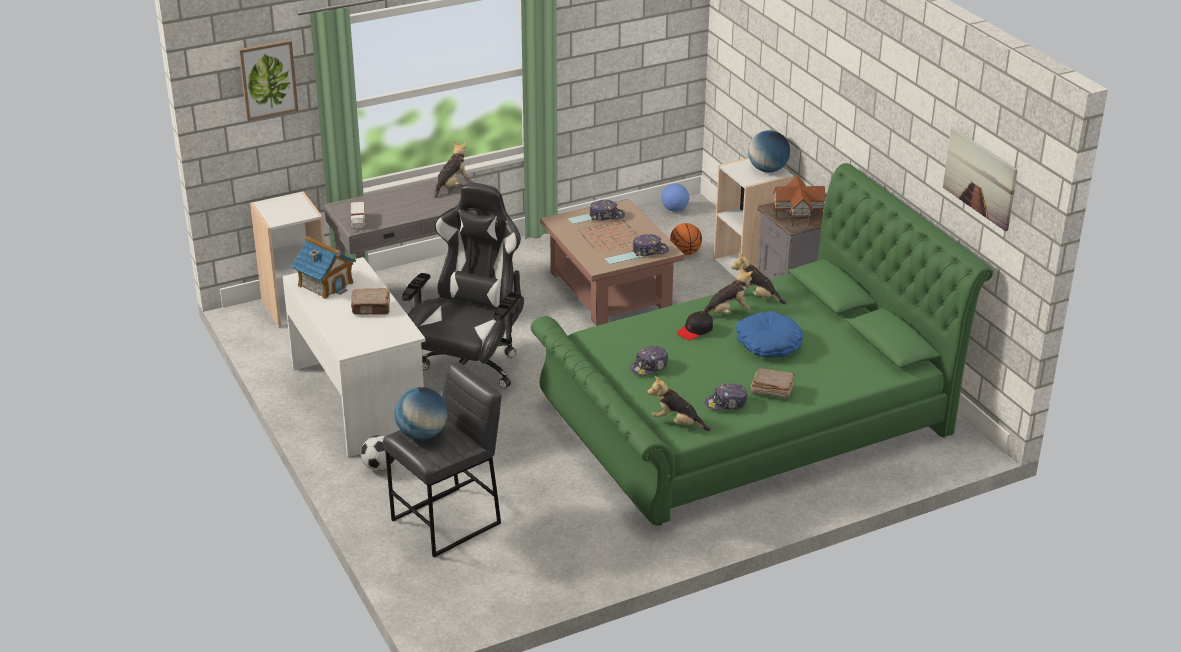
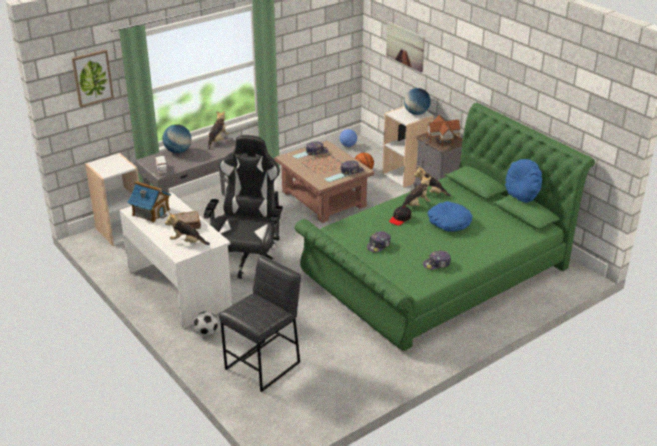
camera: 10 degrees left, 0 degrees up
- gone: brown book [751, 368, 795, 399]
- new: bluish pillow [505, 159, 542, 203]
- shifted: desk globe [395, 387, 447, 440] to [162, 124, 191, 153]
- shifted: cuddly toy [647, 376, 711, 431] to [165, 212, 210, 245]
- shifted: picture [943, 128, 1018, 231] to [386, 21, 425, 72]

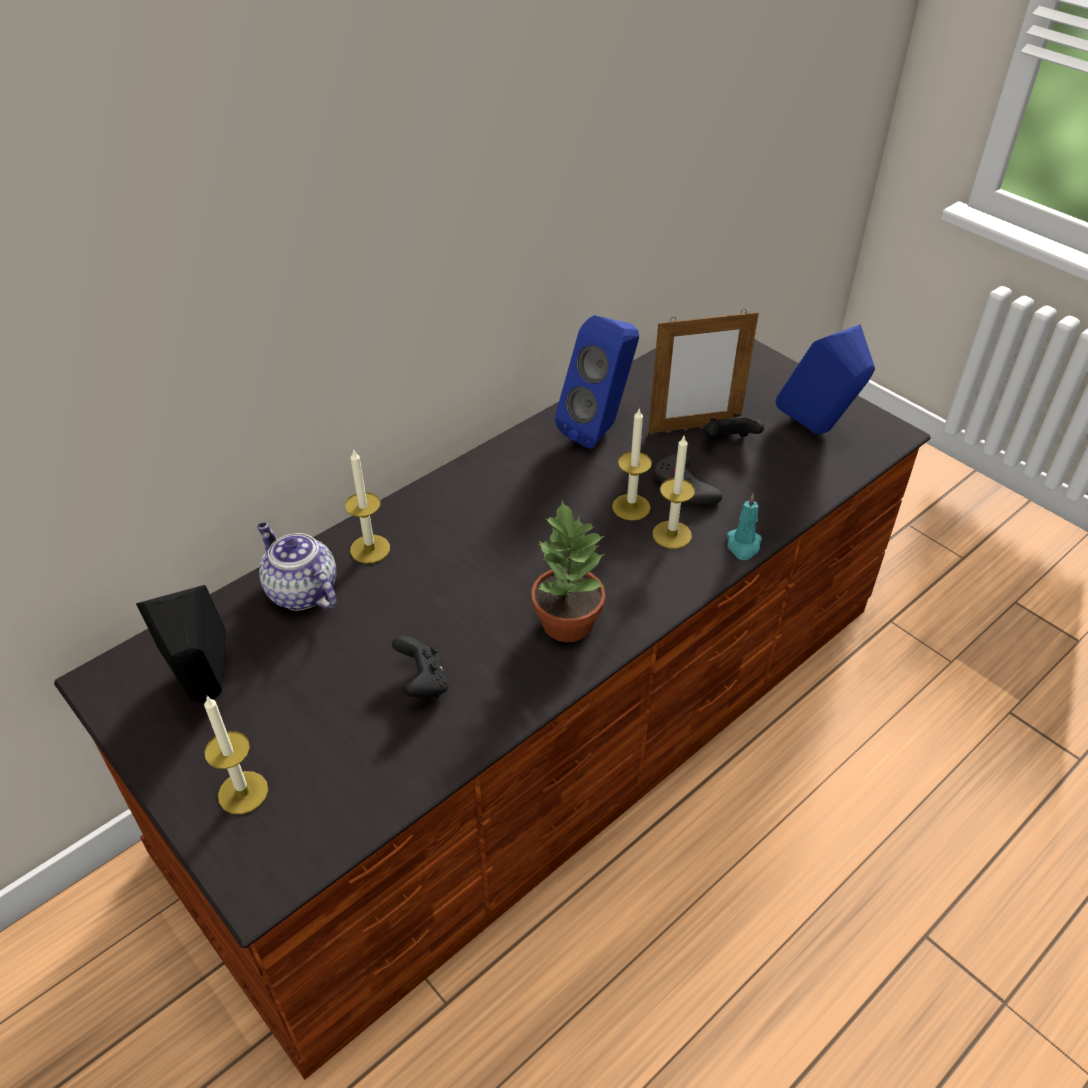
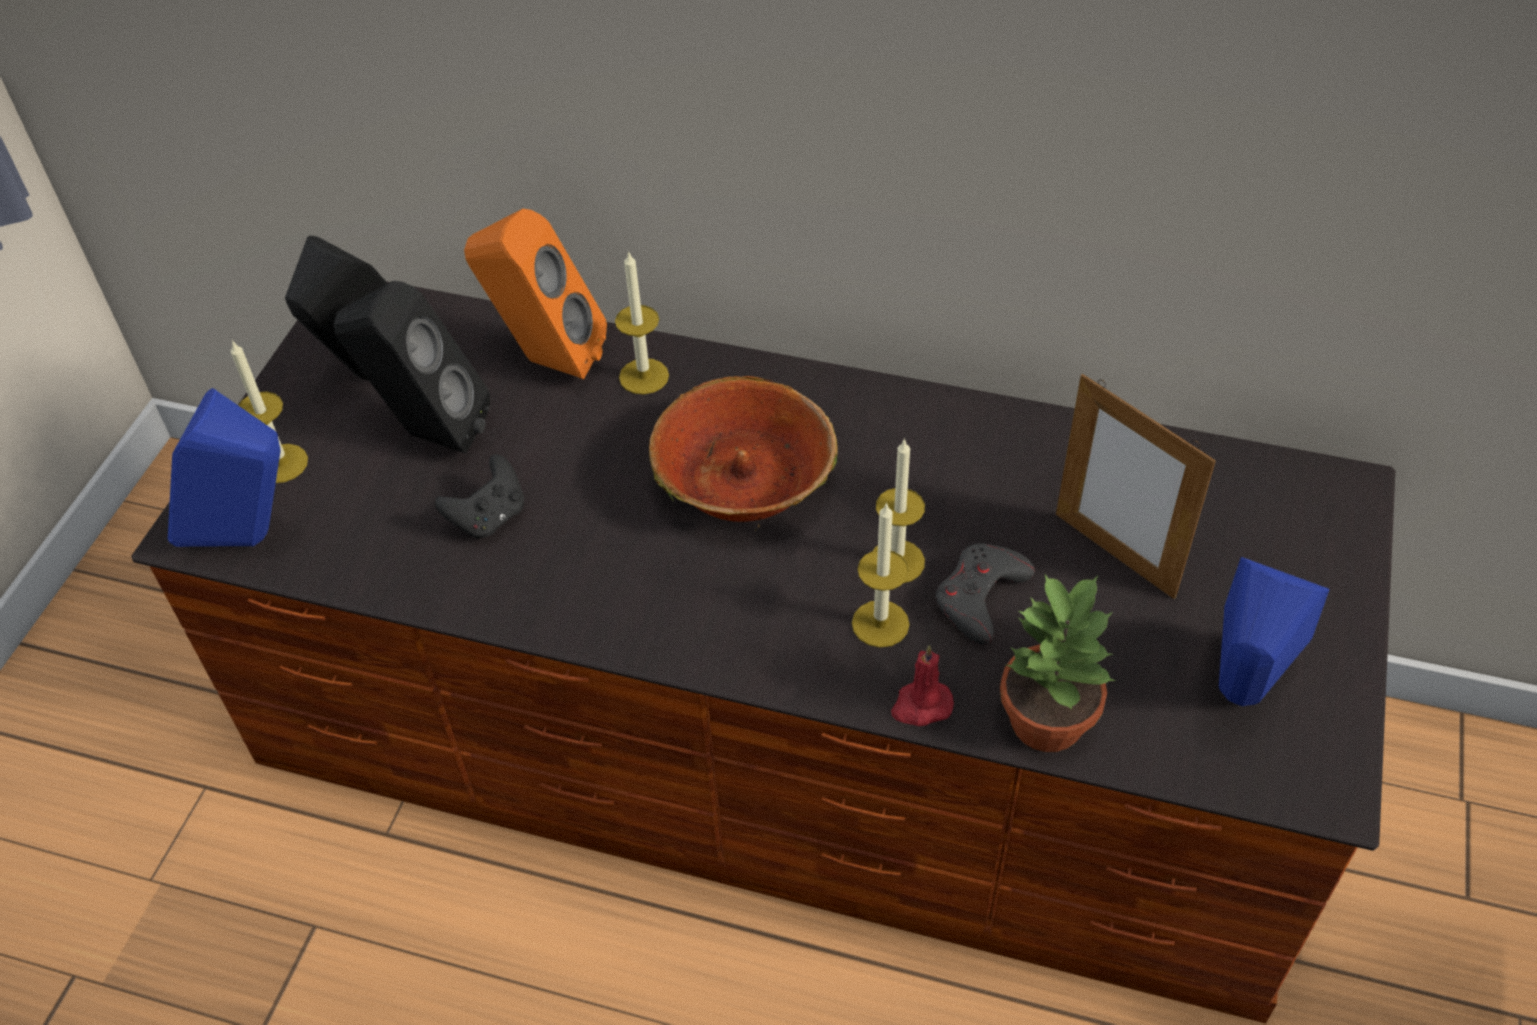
camera: 60 degrees right, 5 degrees up
- gone: black game controller [704, 414, 764, 440]
- new: black audio speaker [333, 281, 490, 454]
- new: serving bowl [649, 376, 838, 532]
- shifted: potted plant [531, 500, 605, 642] to [1000, 574, 1116, 752]
- shifted: bluish audio speaker [555, 315, 639, 449] to [168, 388, 281, 547]
- swapped: pot for tea [257, 522, 336, 611] to orangey audio speaker [464, 209, 607, 379]
- repainted: blue-green wax candle [727, 494, 762, 560] to red wax candle [891, 645, 954, 726]

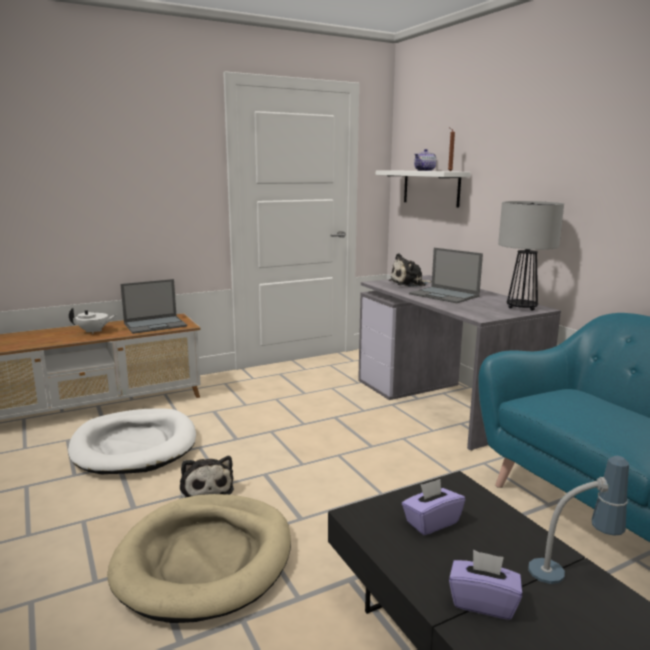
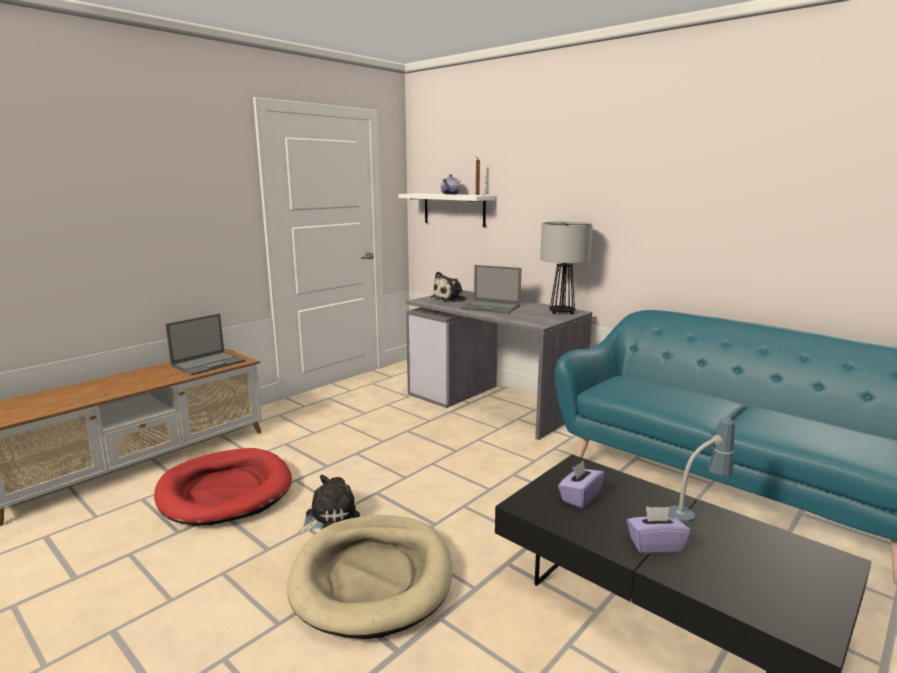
camera: 20 degrees left, 0 degrees up
- gone: white pot for tea [69, 308, 116, 334]
- repainted: white pet bed [68, 408, 196, 474] to red pet bed [154, 448, 292, 526]
- rotated: cuddly toy [180, 456, 234, 498] = [298, 475, 360, 534] 90 degrees counterclockwise

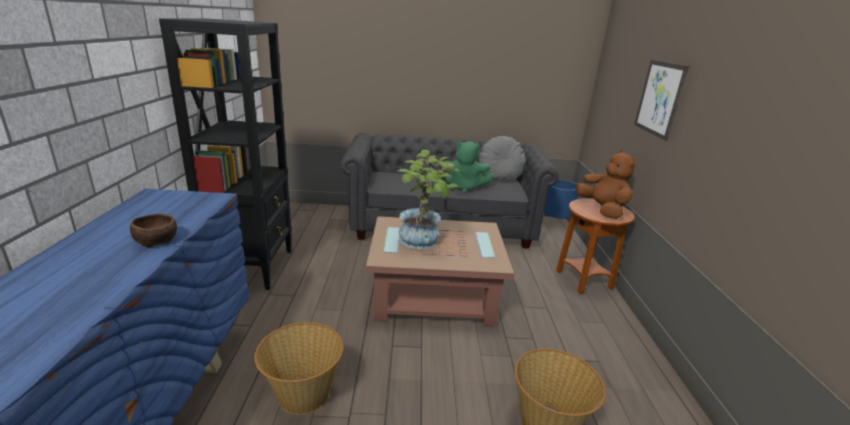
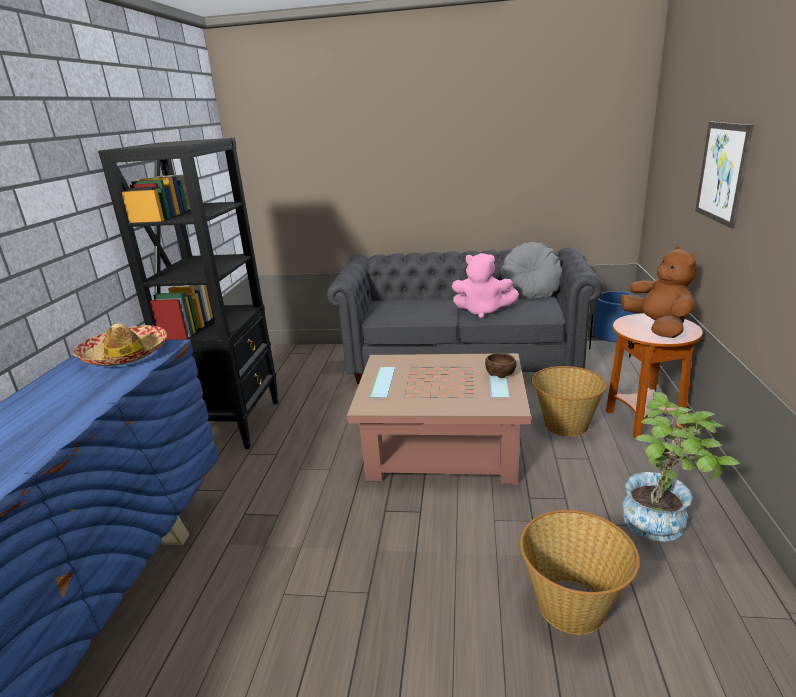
camera: 10 degrees right, 0 degrees up
- new: wearable hat [73, 324, 167, 366]
- shifted: brown serving bowl [130, 213, 177, 247] to [485, 353, 516, 378]
- shifted: household basket [254, 322, 343, 415] to [531, 366, 607, 437]
- shifted: potted plant [398, 149, 463, 250] to [622, 392, 740, 542]
- repainted: greenish cuddly toy [443, 141, 494, 193] to pinkish cuddly toy [452, 253, 519, 318]

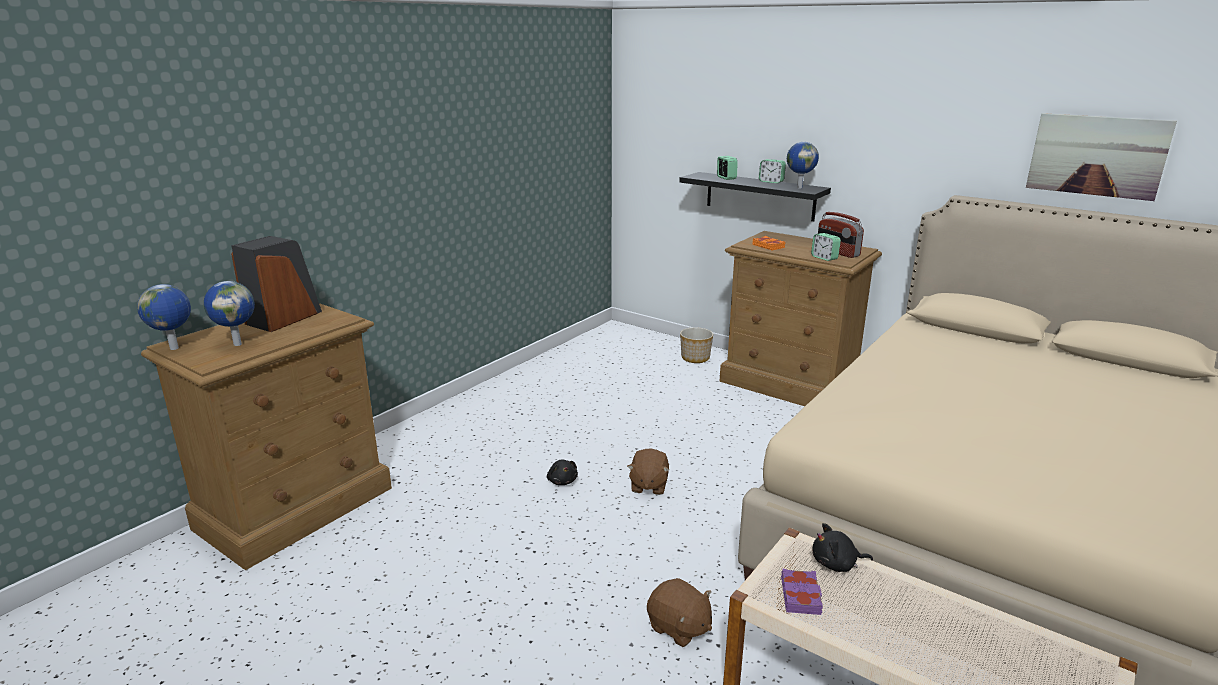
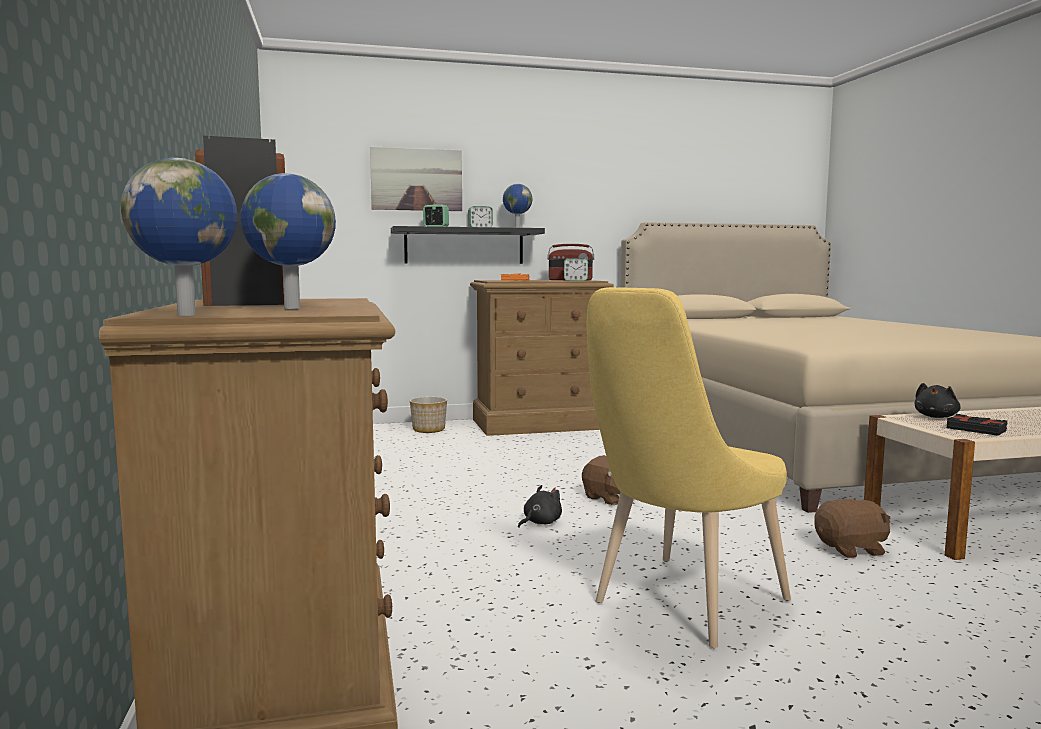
camera: 50 degrees left, 15 degrees down
- new: yellow upright chair [587, 287, 791, 648]
- shifted: picture [1026, 113, 1177, 201] to [370, 147, 462, 211]
- repainted: purple-coloured book [781, 569, 823, 615] to black book [947, 414, 1008, 436]
- rotated: black cuddly toy [547, 460, 578, 485] = [518, 485, 562, 528] 60 degrees counterclockwise

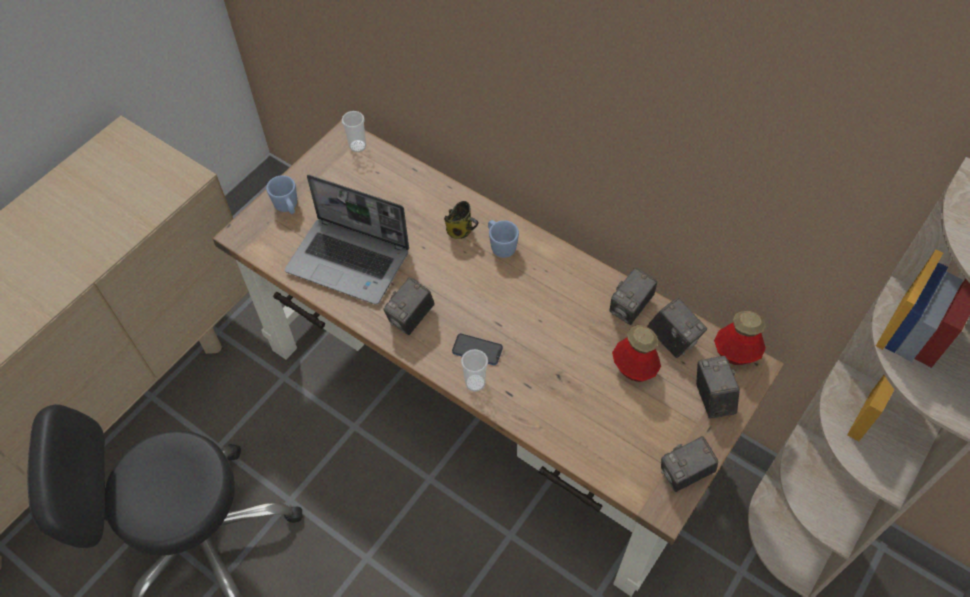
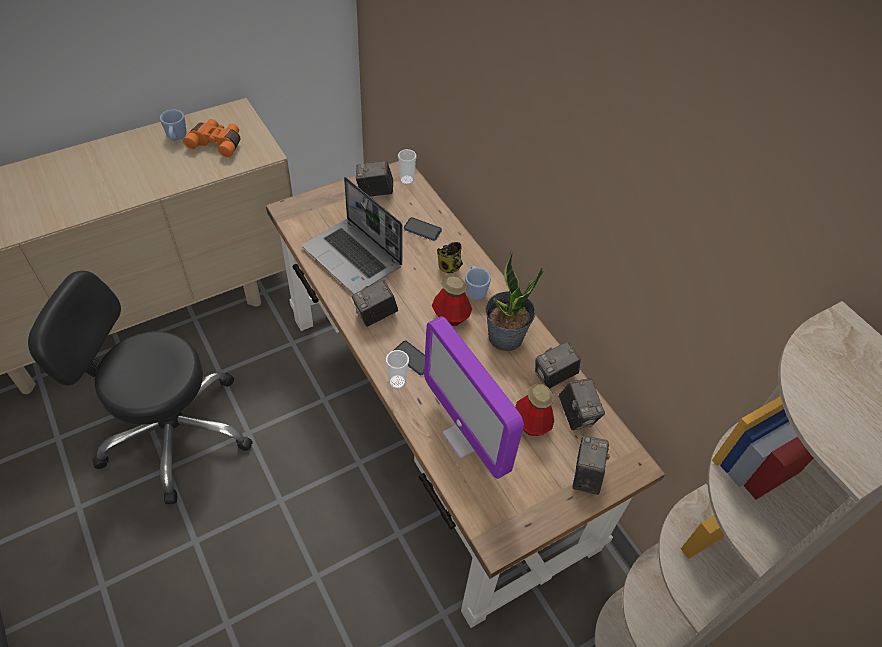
camera: 20 degrees right, 5 degrees down
- new: orangey pair of binoculars [183, 119, 240, 158]
- new: phone [404, 217, 442, 241]
- new: computer display [424, 317, 524, 479]
- new: potted plant [485, 250, 544, 351]
- shifted: bluish mug [266, 175, 297, 214] to [160, 109, 186, 141]
- shifted: photo camera [661, 436, 718, 492] to [356, 161, 393, 197]
- shifted: bottle [714, 311, 766, 365] to [432, 276, 472, 326]

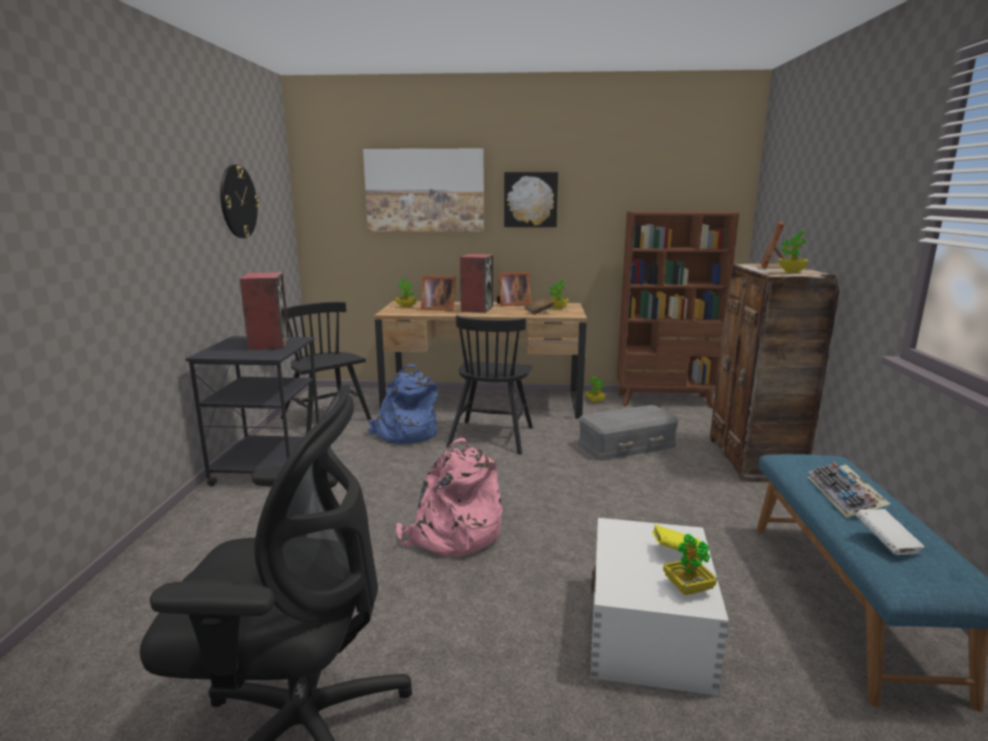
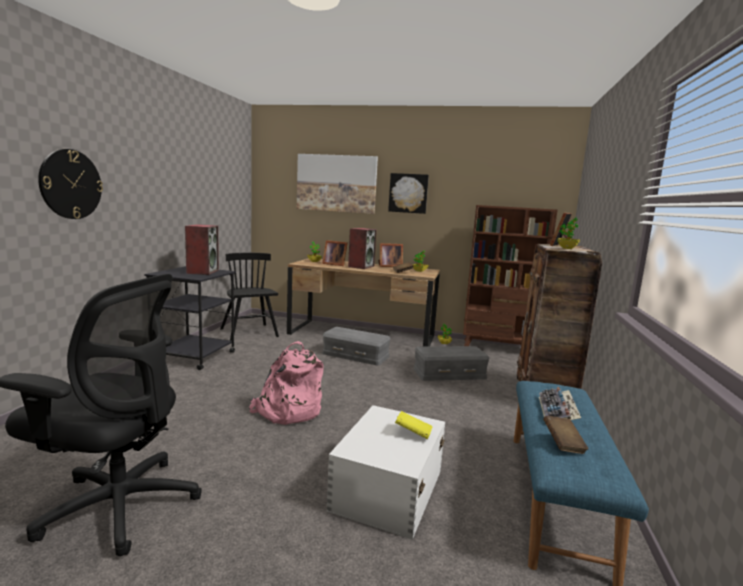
camera: 10 degrees right, 5 degrees down
- gone: bluish rucksack [368, 364, 438, 444]
- gone: potted plant [663, 534, 717, 595]
- shifted: clock on the wall [220, 165, 260, 238] to [38, 149, 103, 219]
- swapped: black upright chair [446, 315, 533, 455] to gray storage box [322, 327, 391, 365]
- repainted: white book [856, 509, 925, 555] to brown book [543, 416, 588, 454]

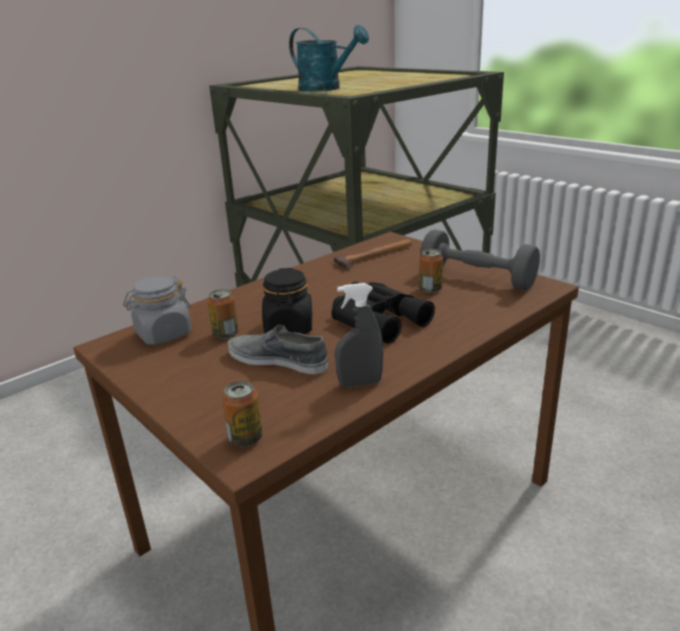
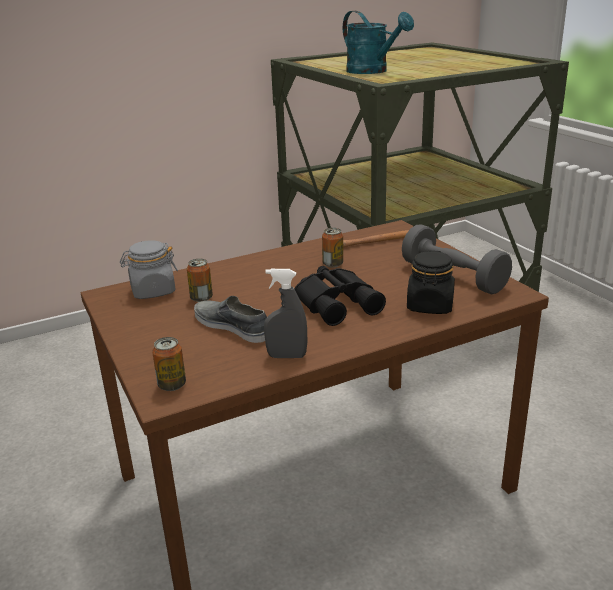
camera: 15 degrees right, 0 degrees up
- shifted: black jar [262, 268, 312, 334] to [407, 250, 455, 314]
- shifted: metal can [419, 249, 443, 293] to [322, 228, 343, 268]

